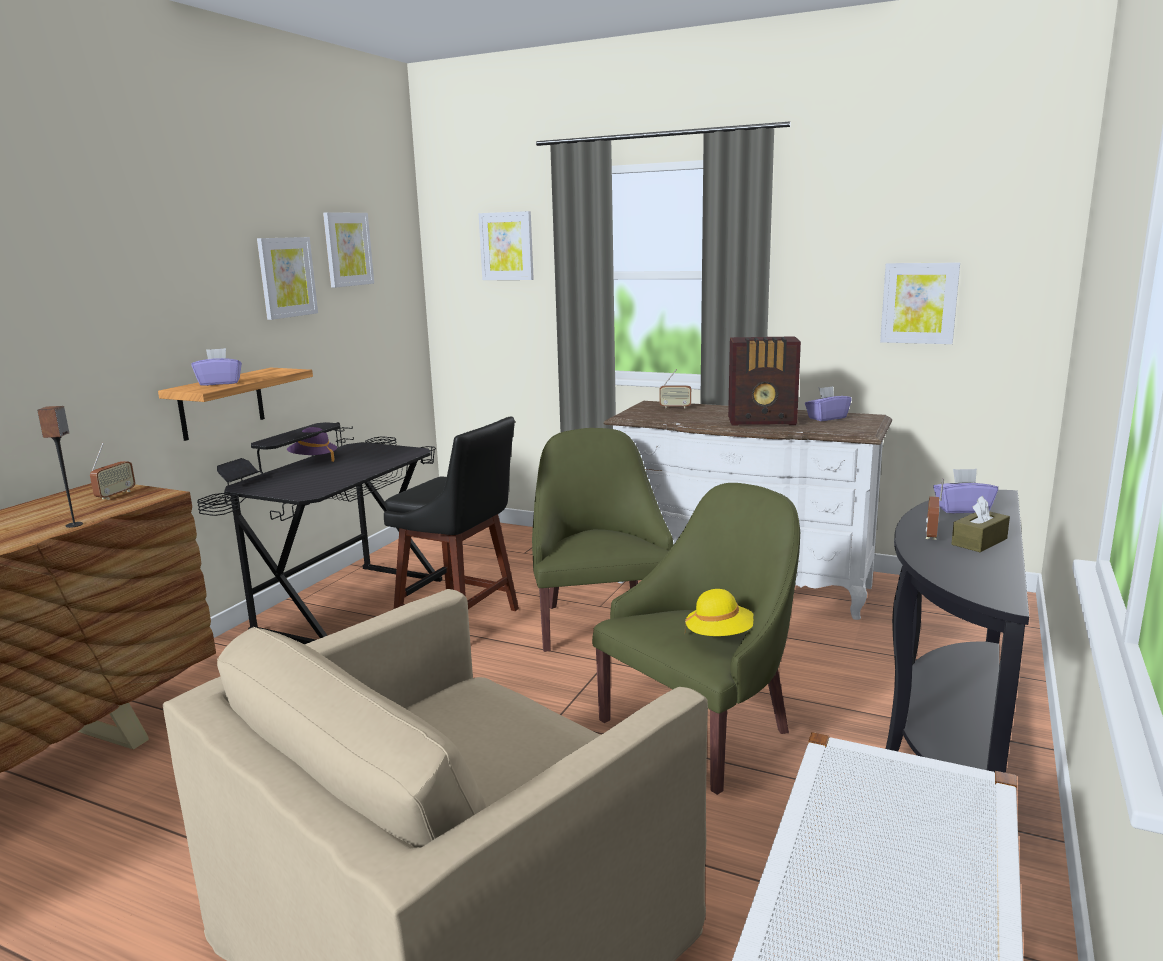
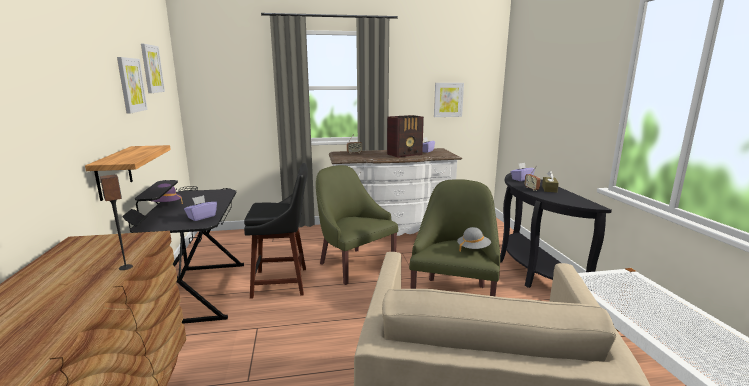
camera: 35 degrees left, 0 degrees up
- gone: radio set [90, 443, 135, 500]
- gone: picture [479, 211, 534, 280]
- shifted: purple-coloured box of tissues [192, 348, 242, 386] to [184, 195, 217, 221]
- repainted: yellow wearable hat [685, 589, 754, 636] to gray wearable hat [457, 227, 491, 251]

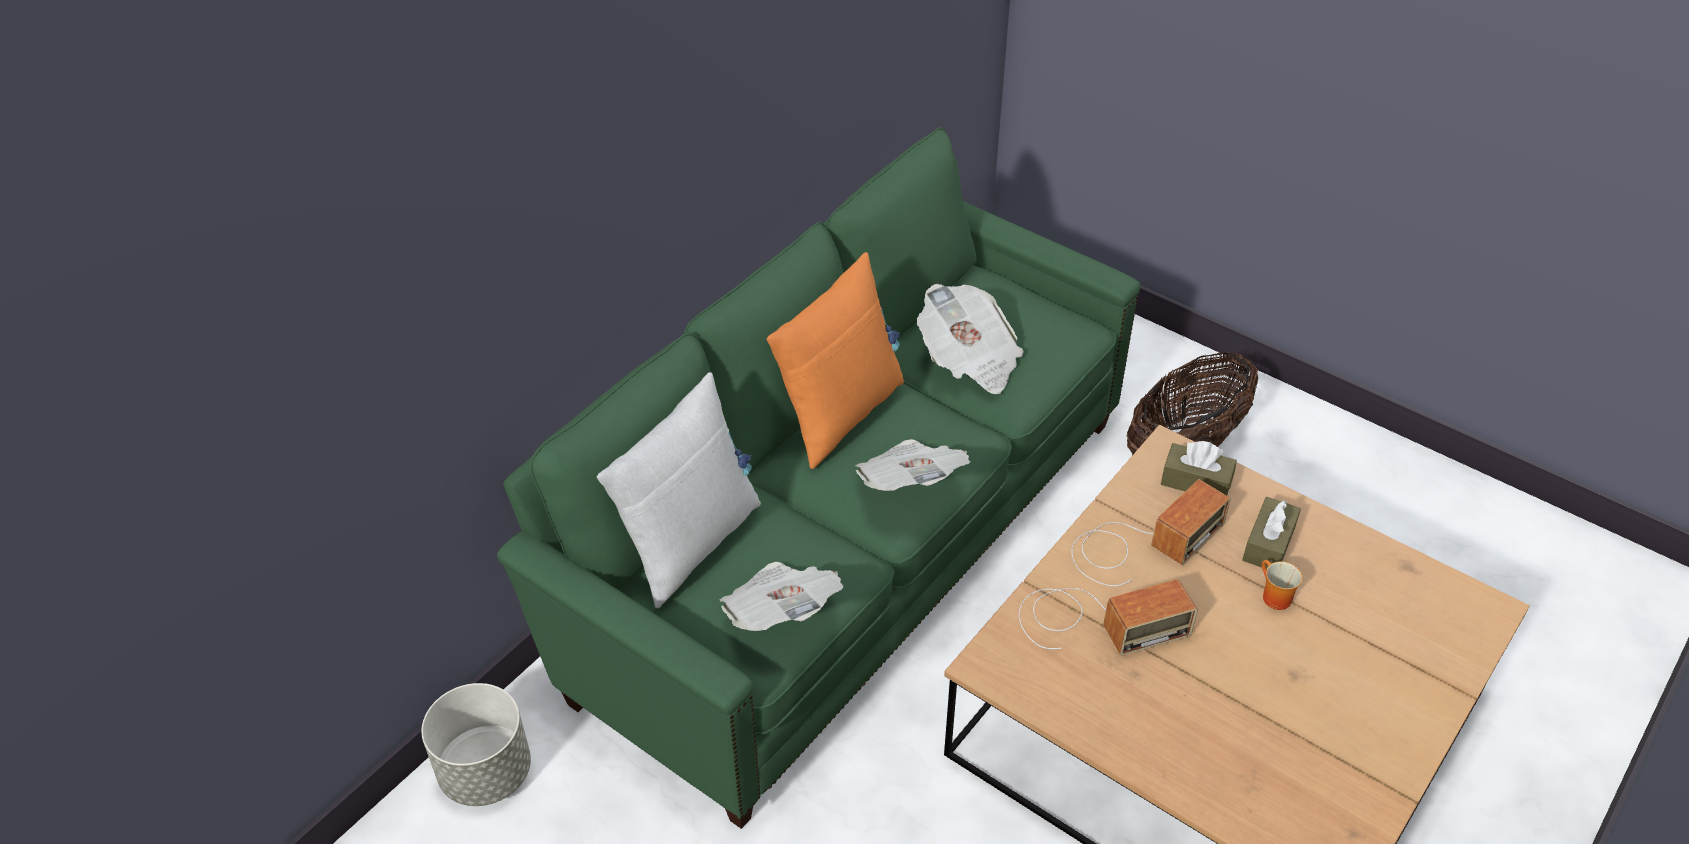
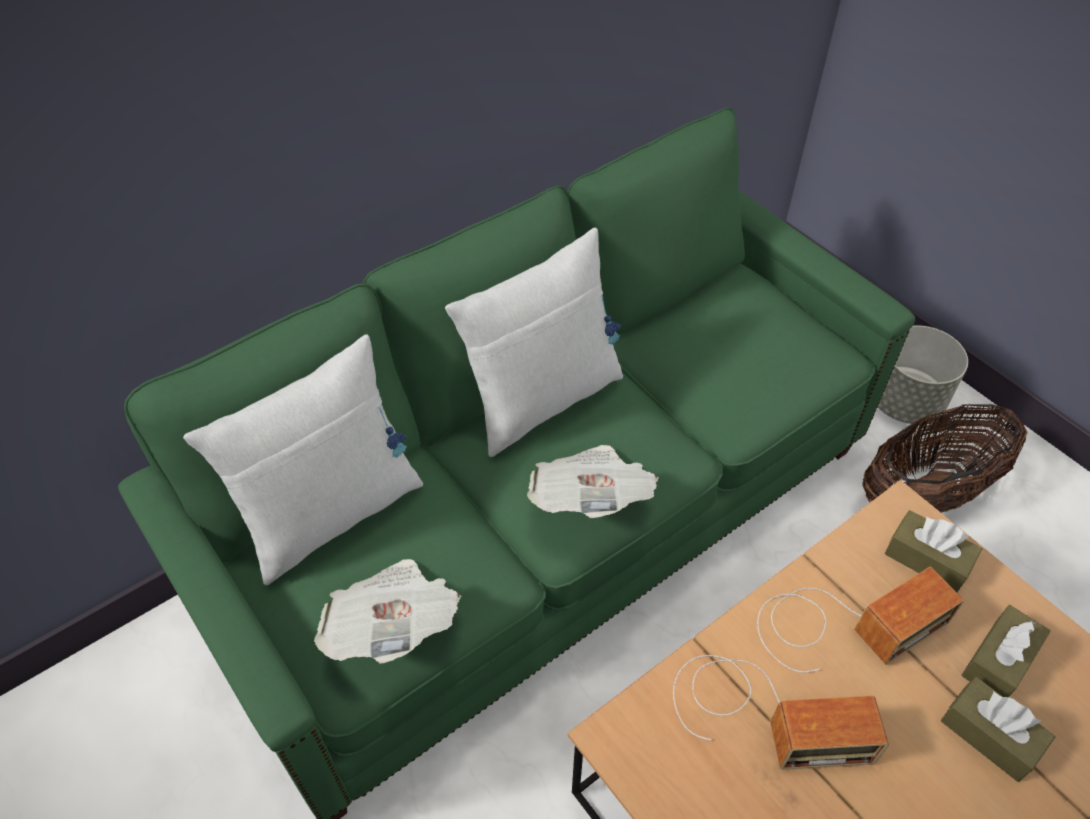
camera: 15 degrees right, 5 degrees up
- gone: daily paper [917, 284, 1024, 394]
- shifted: gray plant pot [422, 683, 531, 806] to [878, 325, 968, 424]
- swapped: mug [1262, 560, 1303, 610] to brown box of tissues [941, 677, 1055, 782]
- repainted: orangey pillow [766, 252, 904, 469] to gray pillow [445, 228, 623, 457]

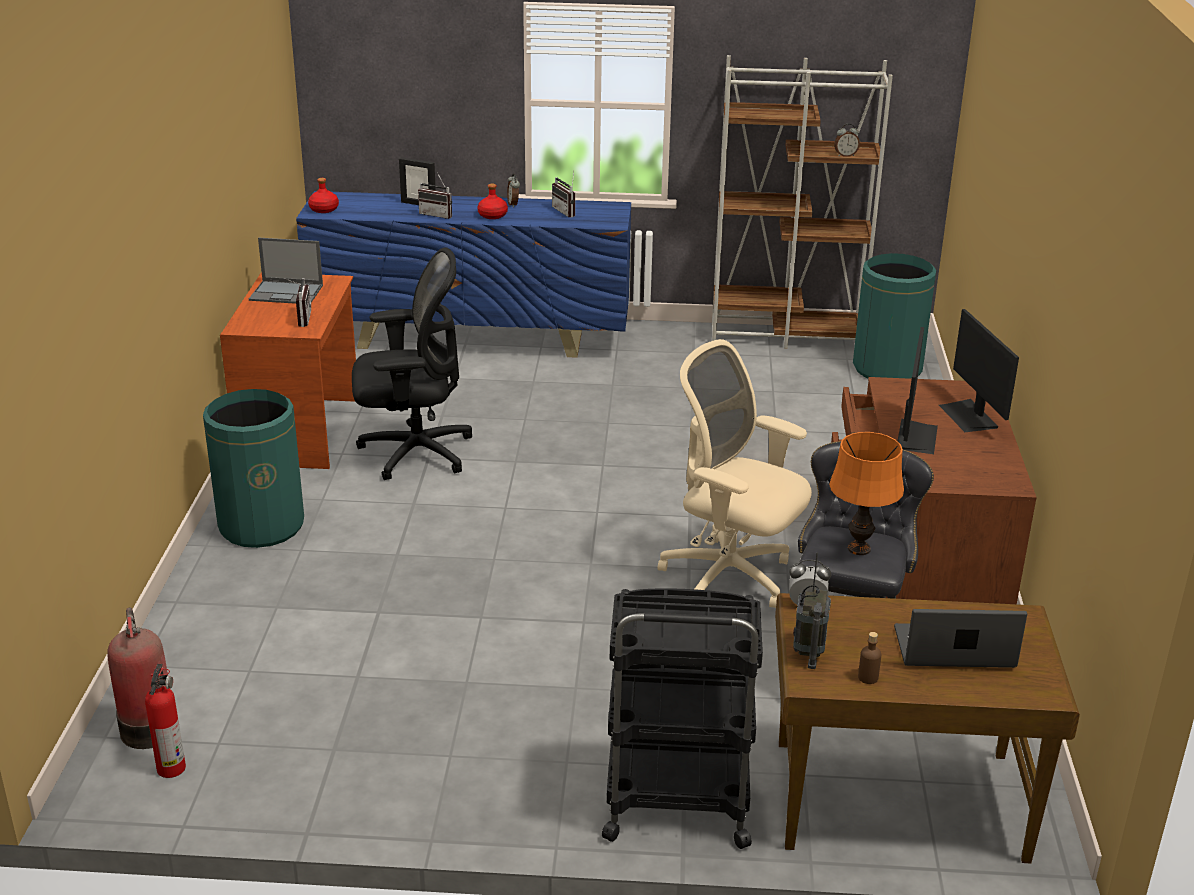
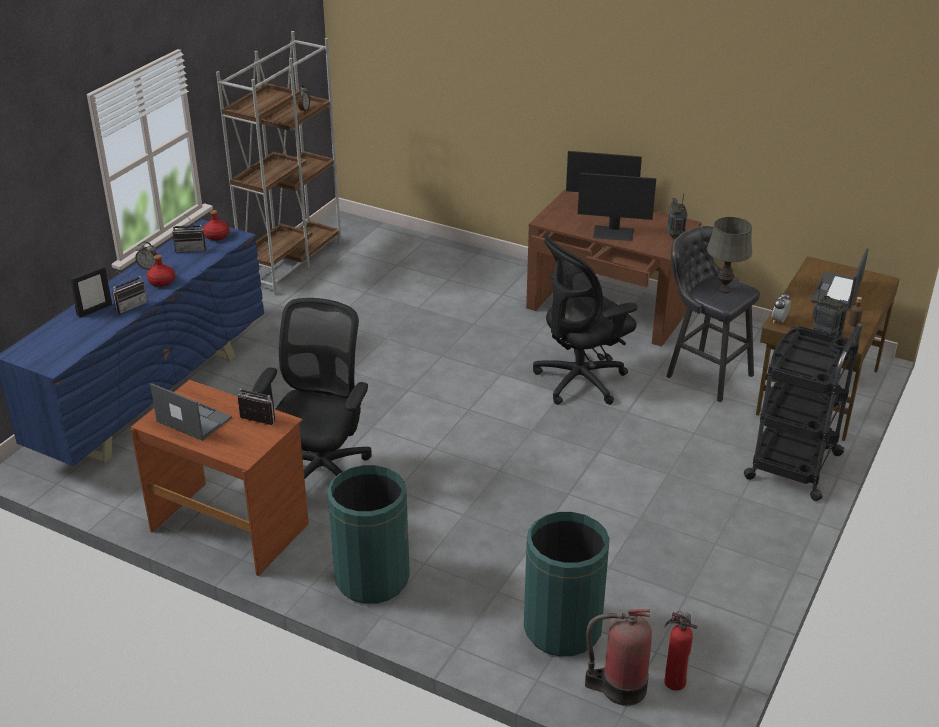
camera: 65 degrees left, 5 degrees up
- new: radio set [668, 193, 688, 239]
- shifted: red bottle [308, 178, 339, 213] to [203, 210, 229, 241]
- shifted: greenish rubbish bin [853, 253, 936, 379] to [524, 512, 610, 656]
- repainted: beige desk chair [657, 339, 812, 608] to black desk chair [533, 235, 638, 405]
- repainted: orangey lamp for a table [829, 432, 904, 555] to gray lamp for a table [707, 217, 753, 293]
- rotated: laptop [249, 238, 323, 304] = [150, 383, 232, 441] 90 degrees counterclockwise
- rotated: computer display [898, 327, 938, 454] = [578, 173, 656, 241] 150 degrees clockwise

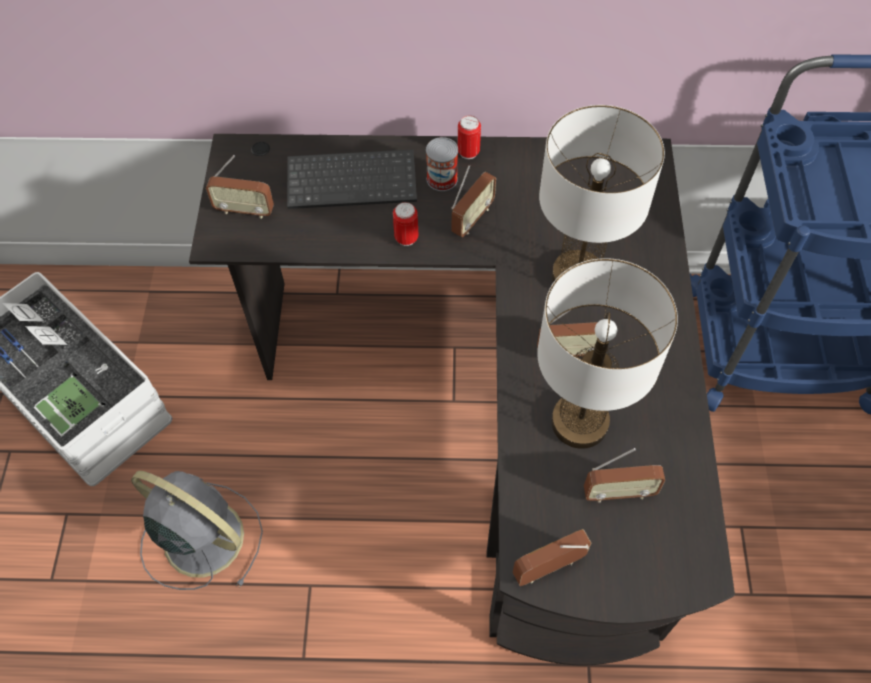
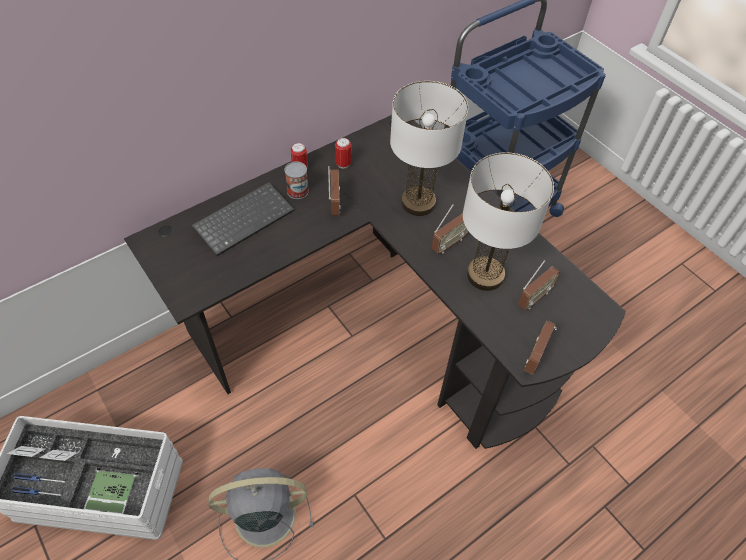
camera: 40 degrees left, 5 degrees down
- gone: radio set [206, 155, 274, 219]
- shifted: metal can [393, 202, 418, 246] to [335, 138, 351, 168]

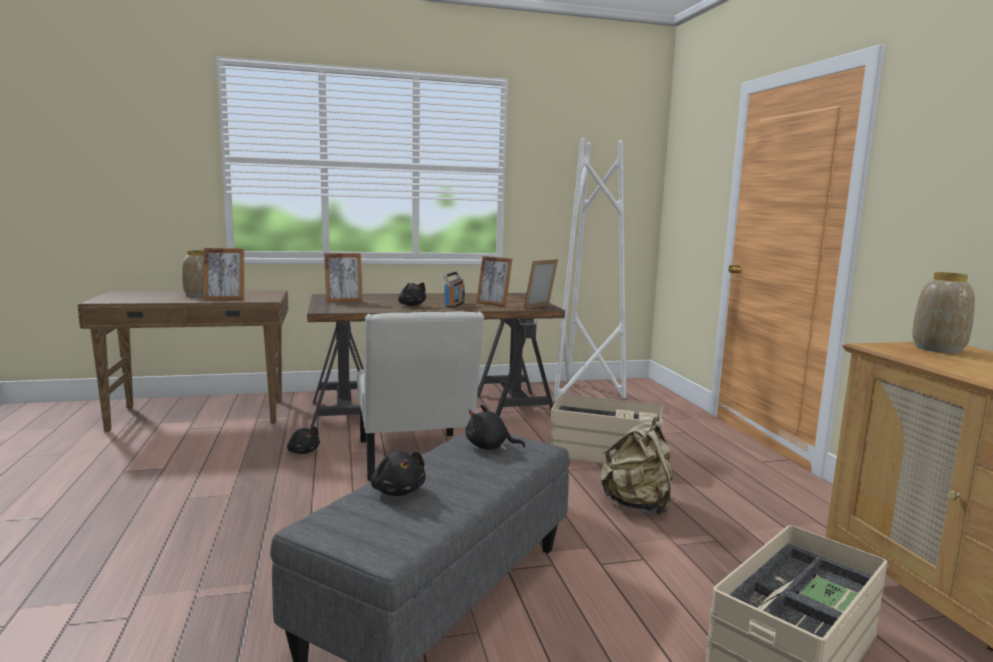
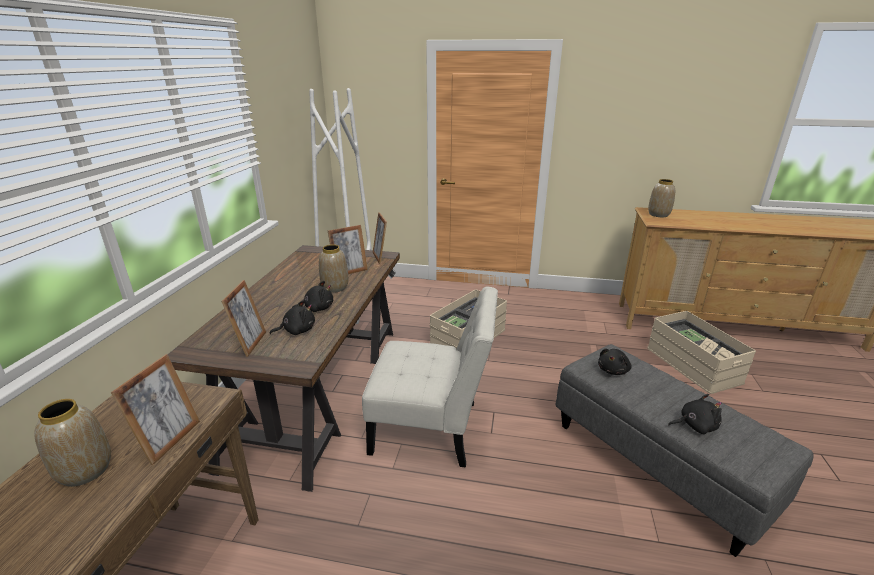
camera: 65 degrees left, 15 degrees up
- gone: beige rucksack [600, 416, 673, 515]
- shifted: black cuddly toy [287, 427, 320, 454] to [270, 300, 315, 335]
- swapped: radio set [443, 271, 465, 308] to decorative vase [319, 244, 349, 293]

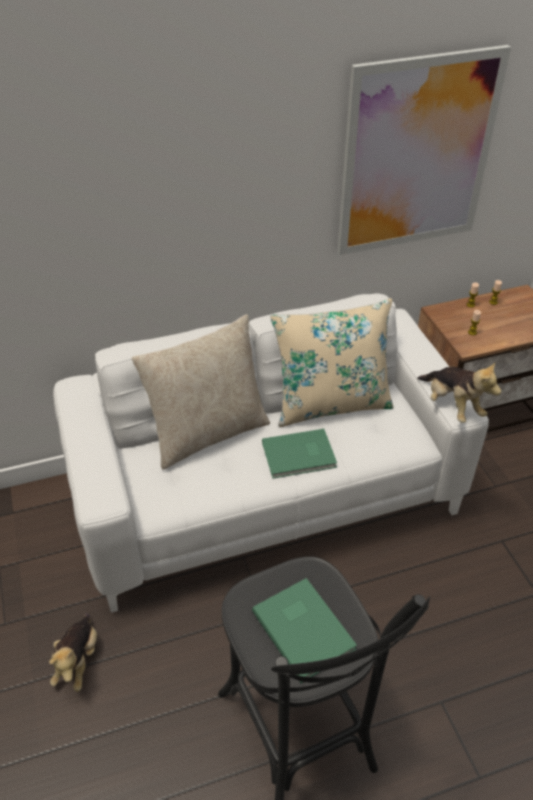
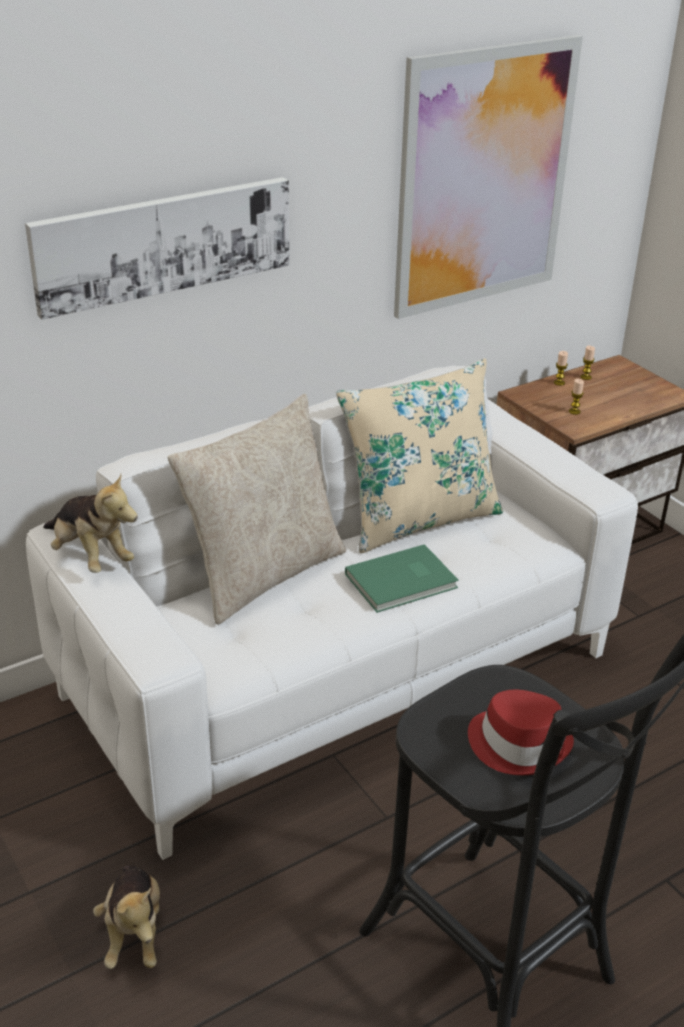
camera: 15 degrees left, 10 degrees down
- new: picture [25, 177, 289, 320]
- shifted: cuddly toy [417, 362, 502, 423] to [43, 474, 138, 573]
- swapped: greenish book [252, 578, 357, 683] to red wearable hat [468, 690, 574, 775]

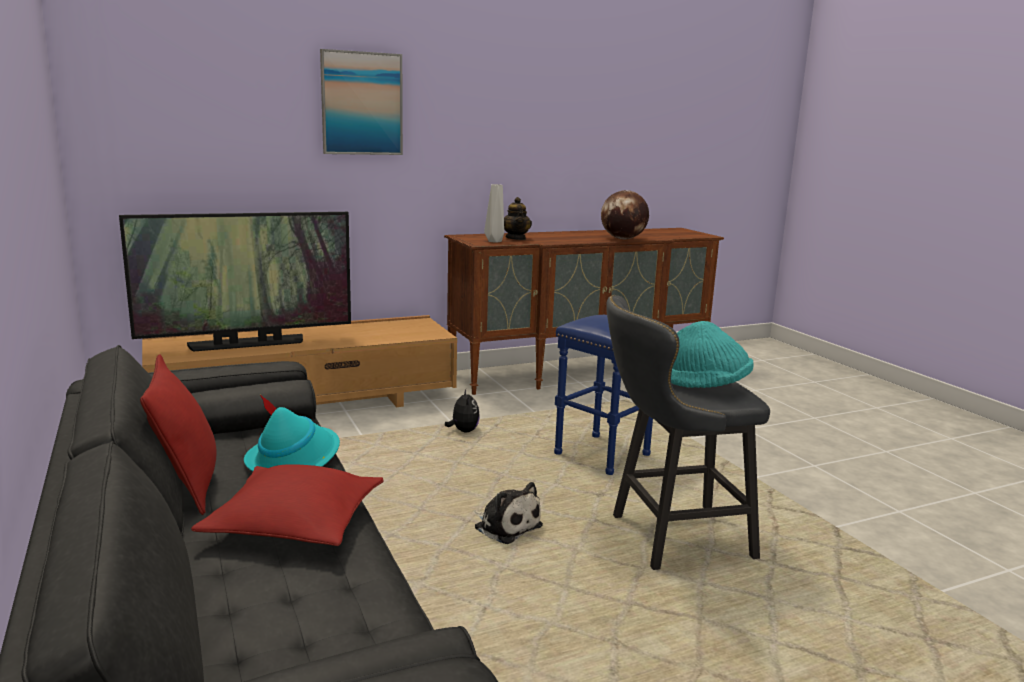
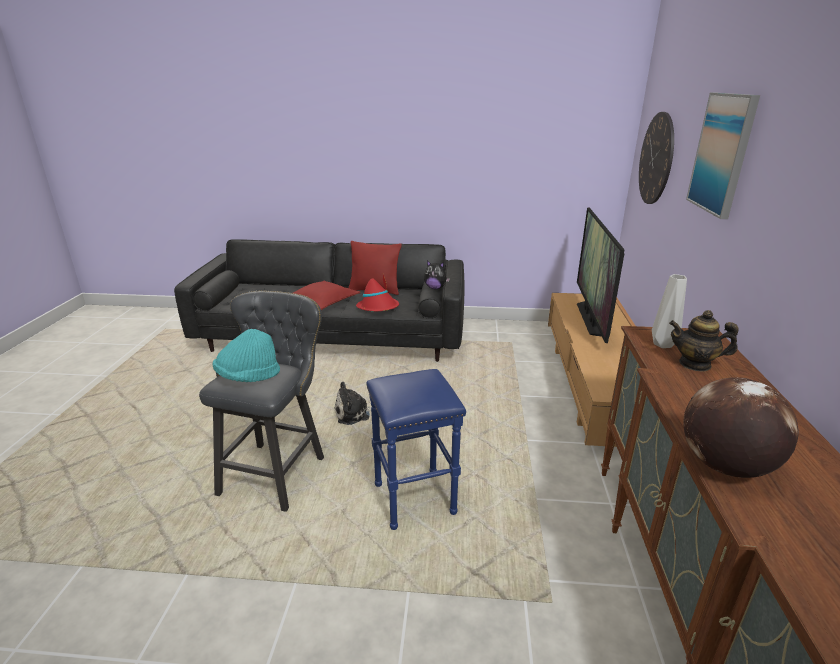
camera: 120 degrees right, 10 degrees up
- new: clock on the wall [639, 112, 674, 204]
- shifted: cuddly toy [445, 389, 480, 432] to [424, 261, 450, 289]
- repainted: blue-green wearable hat [244, 395, 340, 471] to red wearable hat [356, 274, 399, 311]

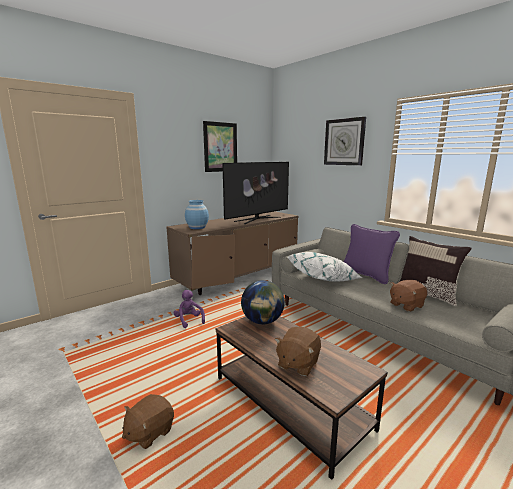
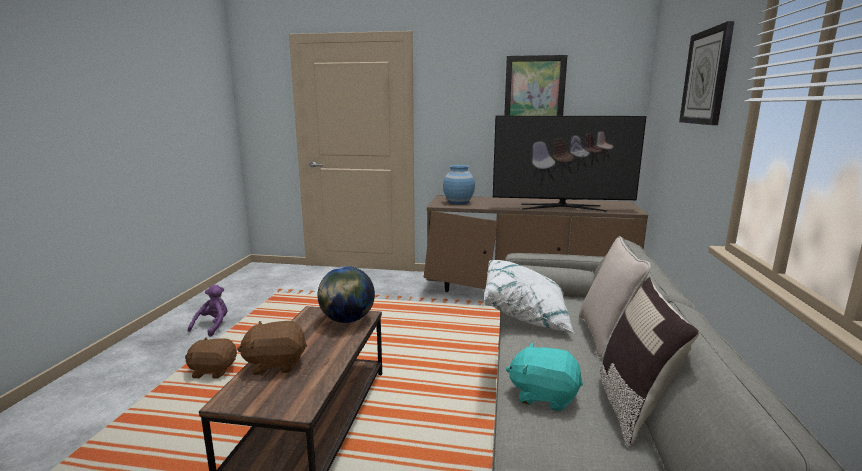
camera: 50 degrees right, 0 degrees up
- shifted: purple-coloured cuddly toy [173, 290, 205, 328] to [188, 285, 228, 337]
- repainted: purple-coloured pillow [344, 224, 400, 284] to beige pillow [579, 236, 651, 360]
- repainted: brown cuddly toy [390, 280, 427, 312] to blue-green cuddly toy [506, 342, 583, 411]

